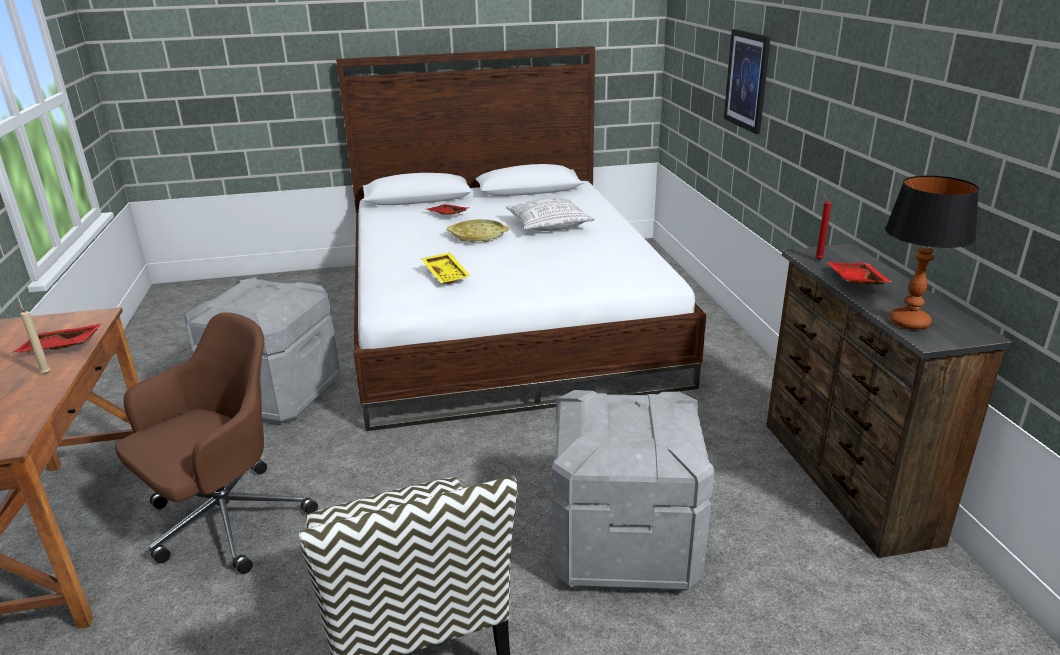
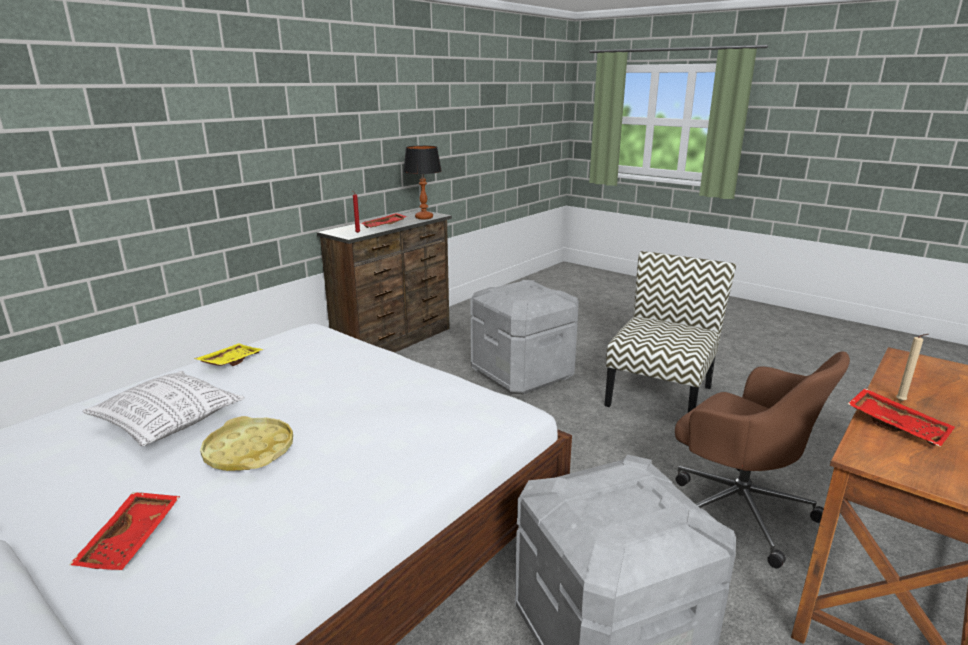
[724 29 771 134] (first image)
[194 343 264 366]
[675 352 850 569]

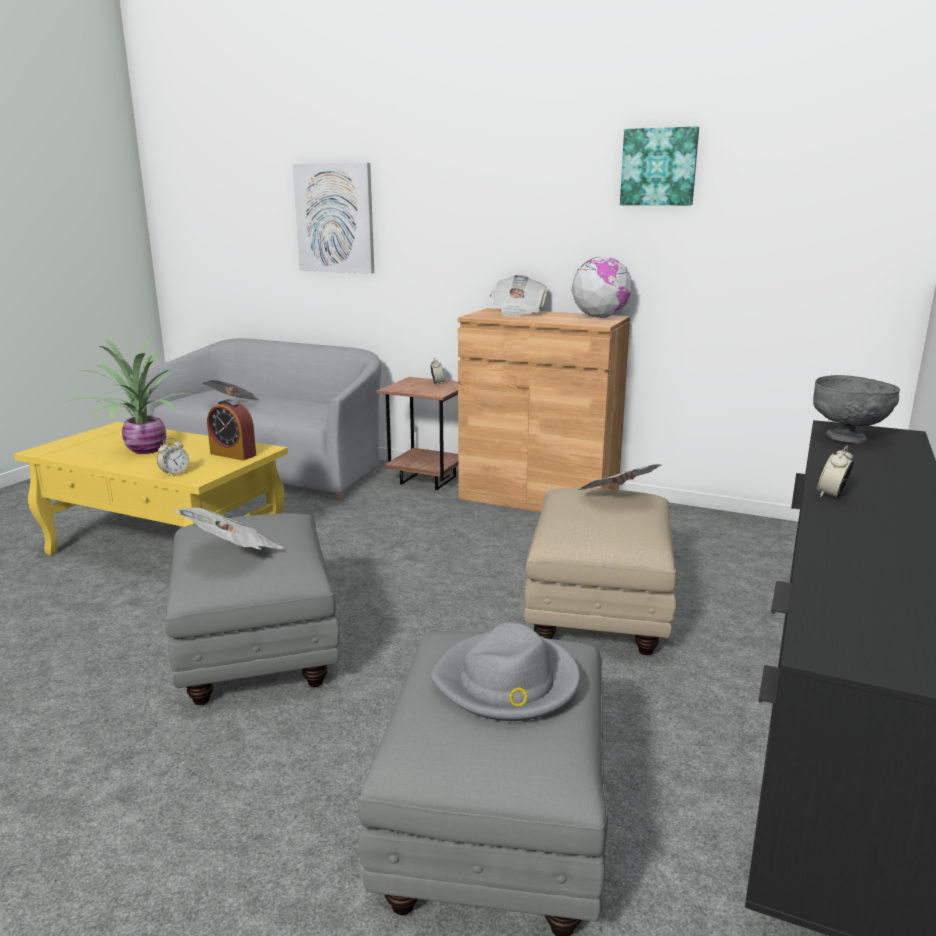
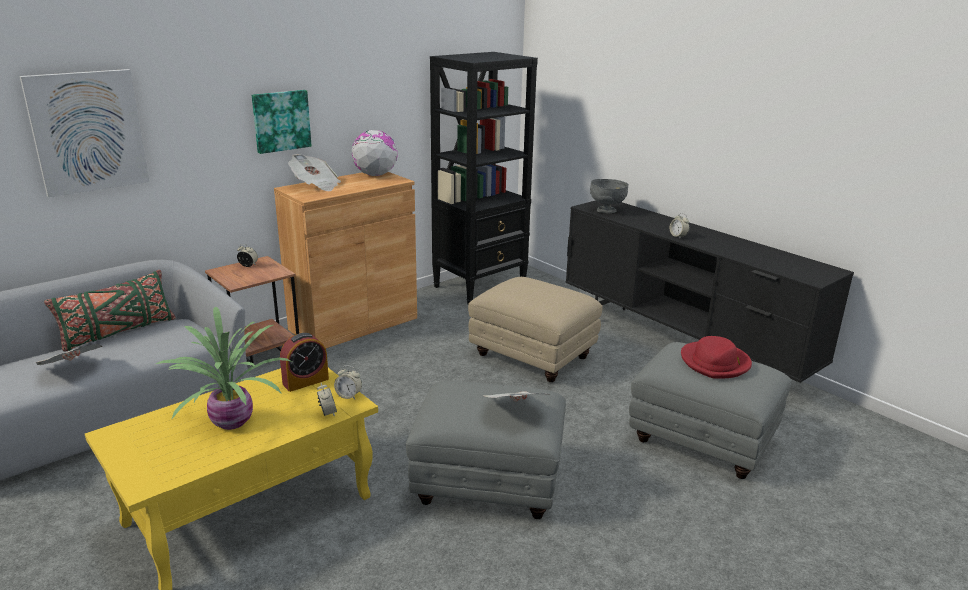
[578 464 662 490] (first image)
[44 270 176 352]
[334 366 362 399]
[430 52 538 304]
[252 90 312 154]
[681 336 752 379]

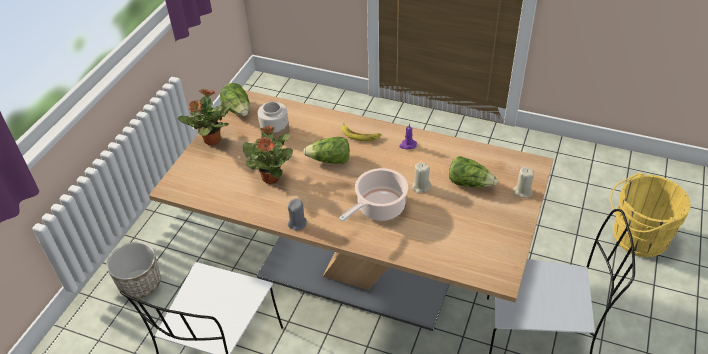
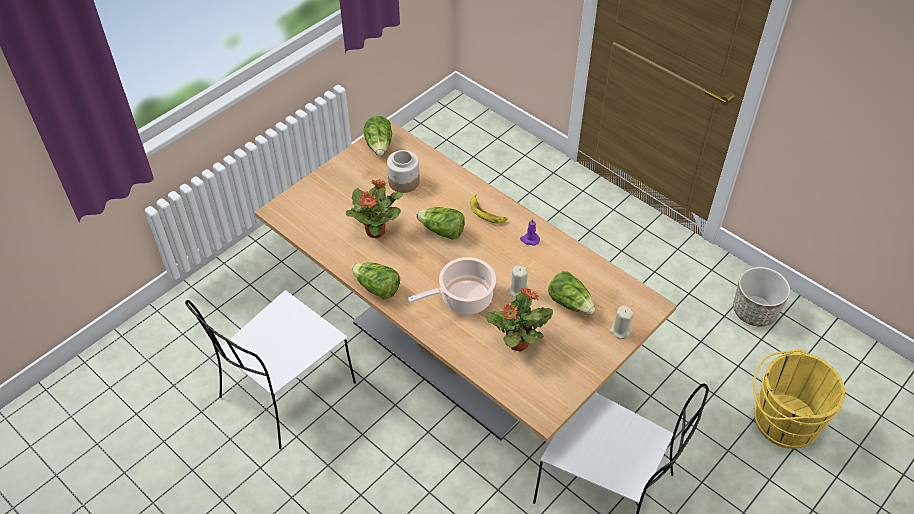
[733 267 790 327]
[486 288 553 351]
[351 263 400 299]

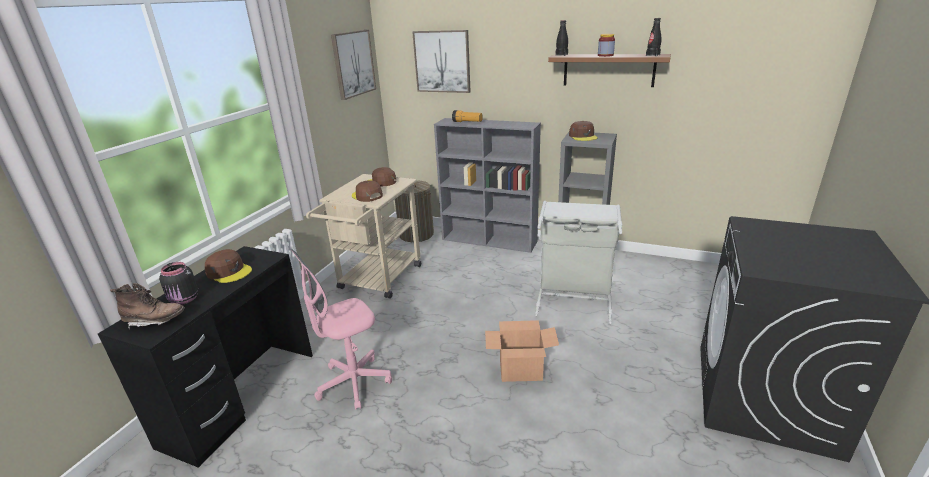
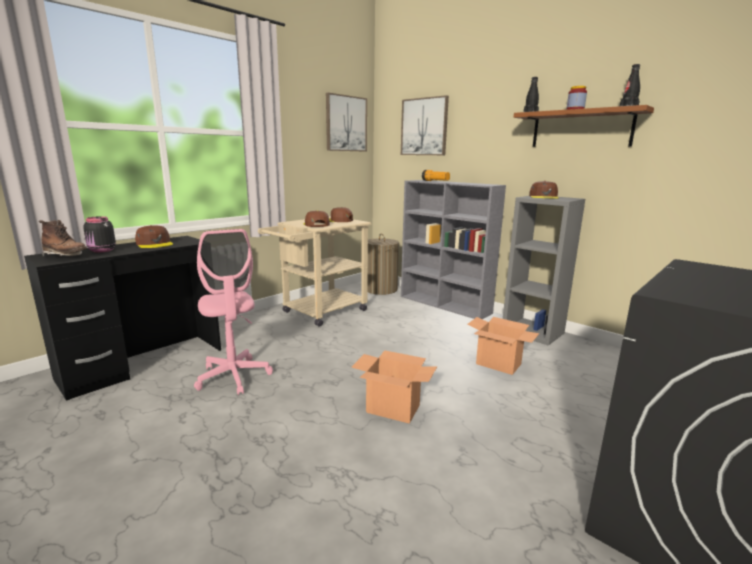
[467 317 539 375]
[194 229 273 395]

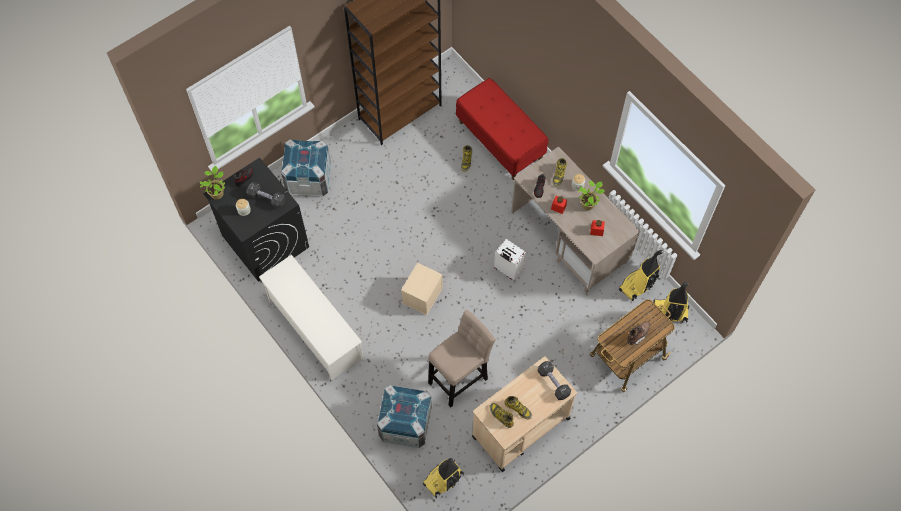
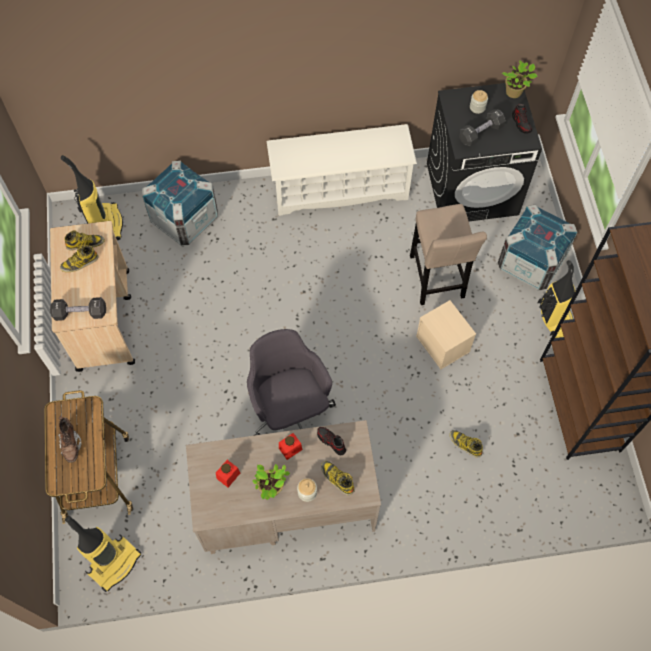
[456 78 548 180] (first image)
[416 300 476 369]
[410 204 487 305]
[538 260 575 338]
[247 329 336 436]

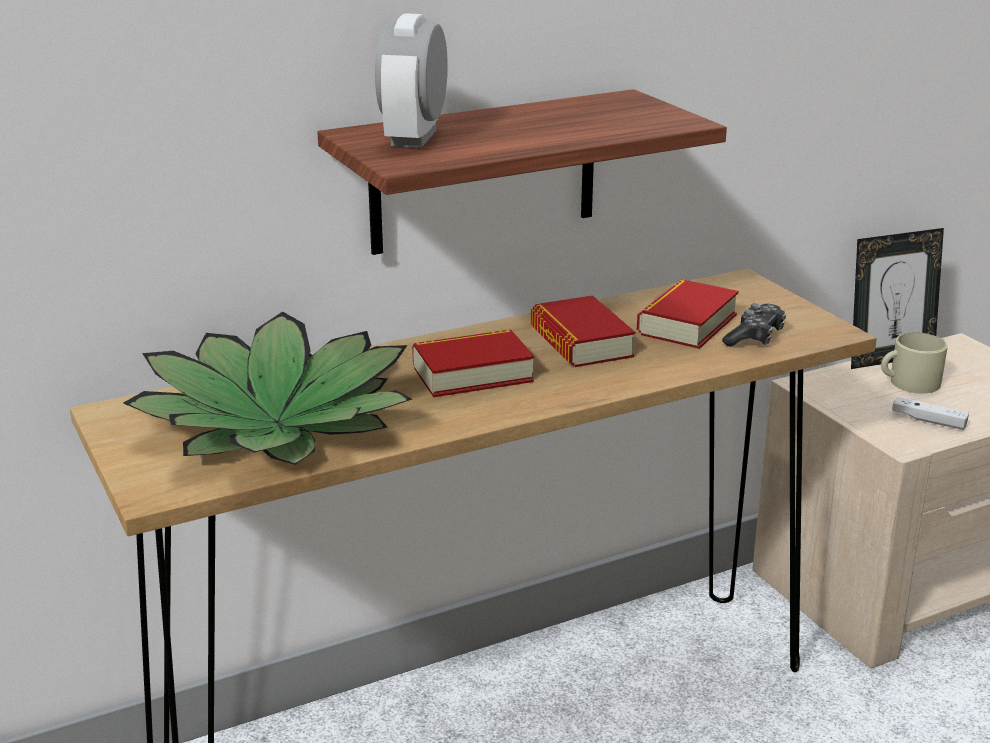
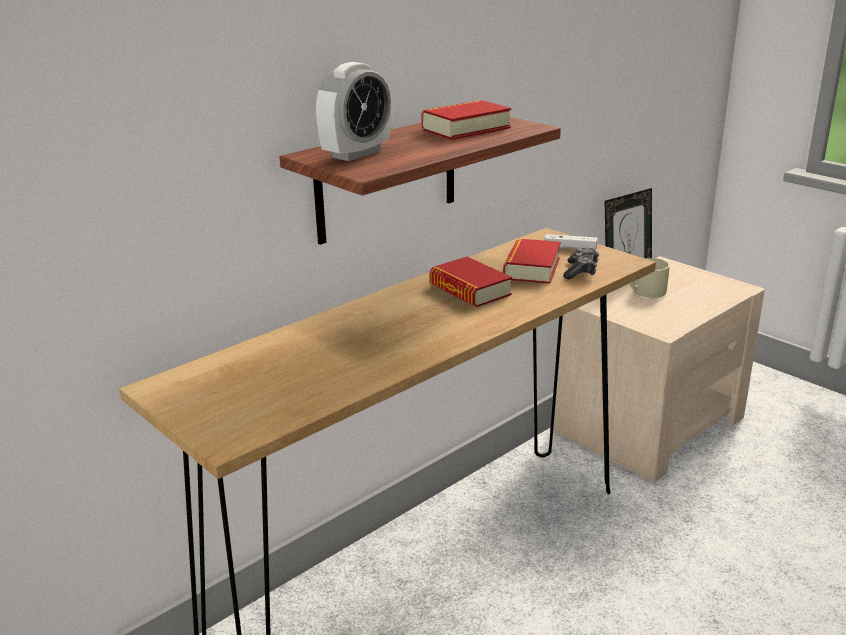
[123 312 412 465] (first image)
[421 100 511 140]
[544 234 598 250]
[316 62 391 161]

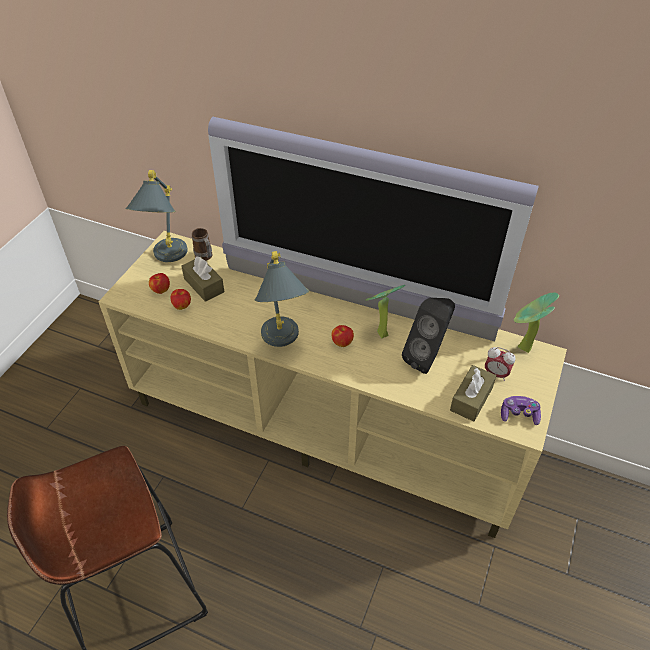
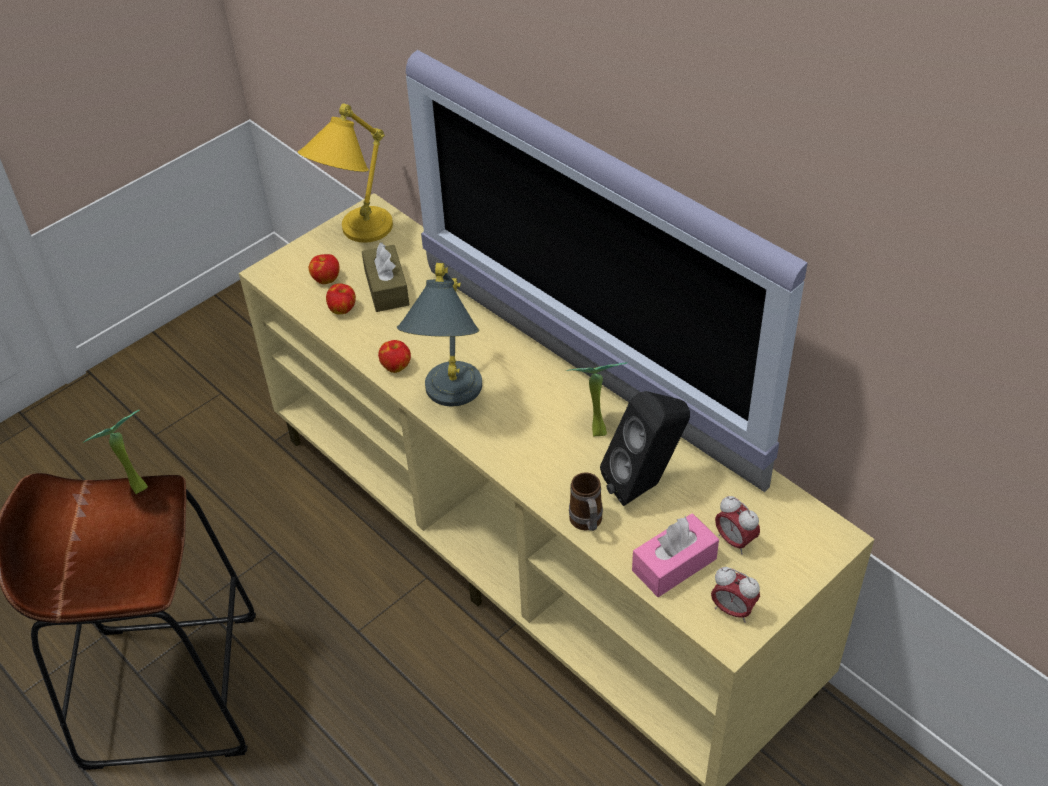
[569 472 603 531]
[378 340 411 373]
[82 410 148 494]
[711 567 760 623]
[298 103 393 243]
[632 513 719 597]

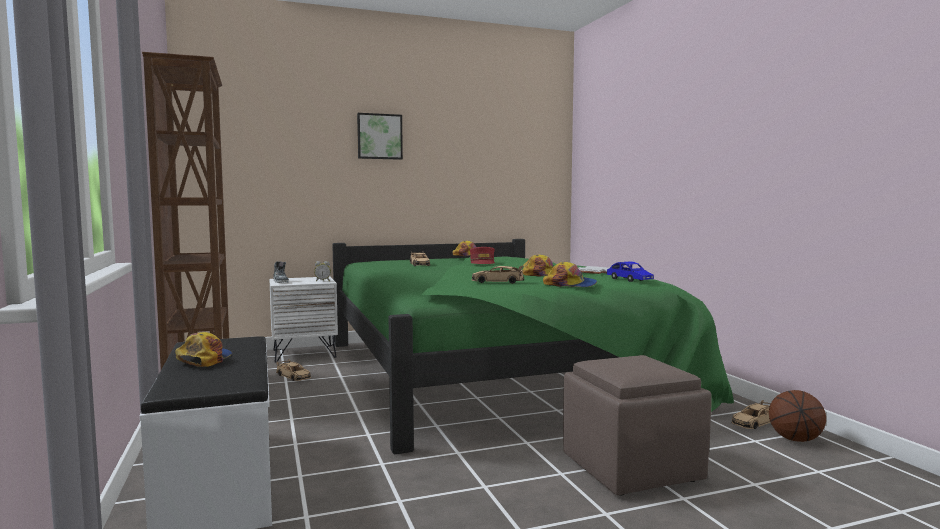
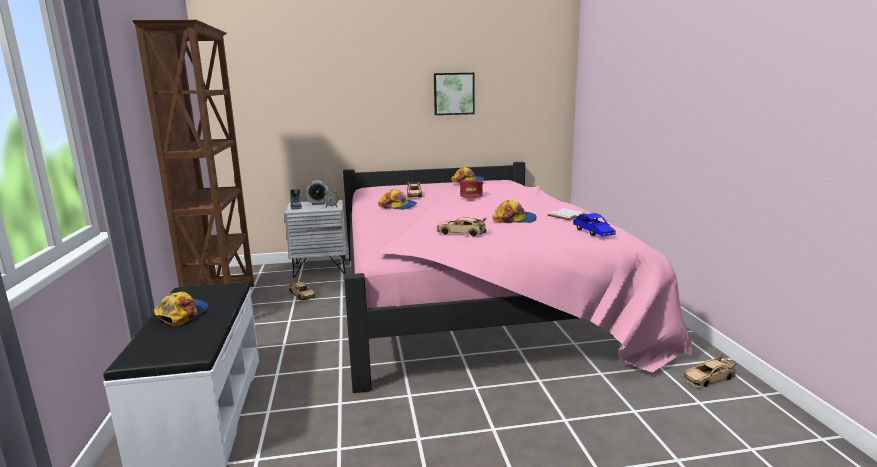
[563 355 712 495] (first image)
[769 390 826 442] (first image)
[307 180 328 205]
[434 73 475 115]
[378 189 417 210]
[343 162 693 393]

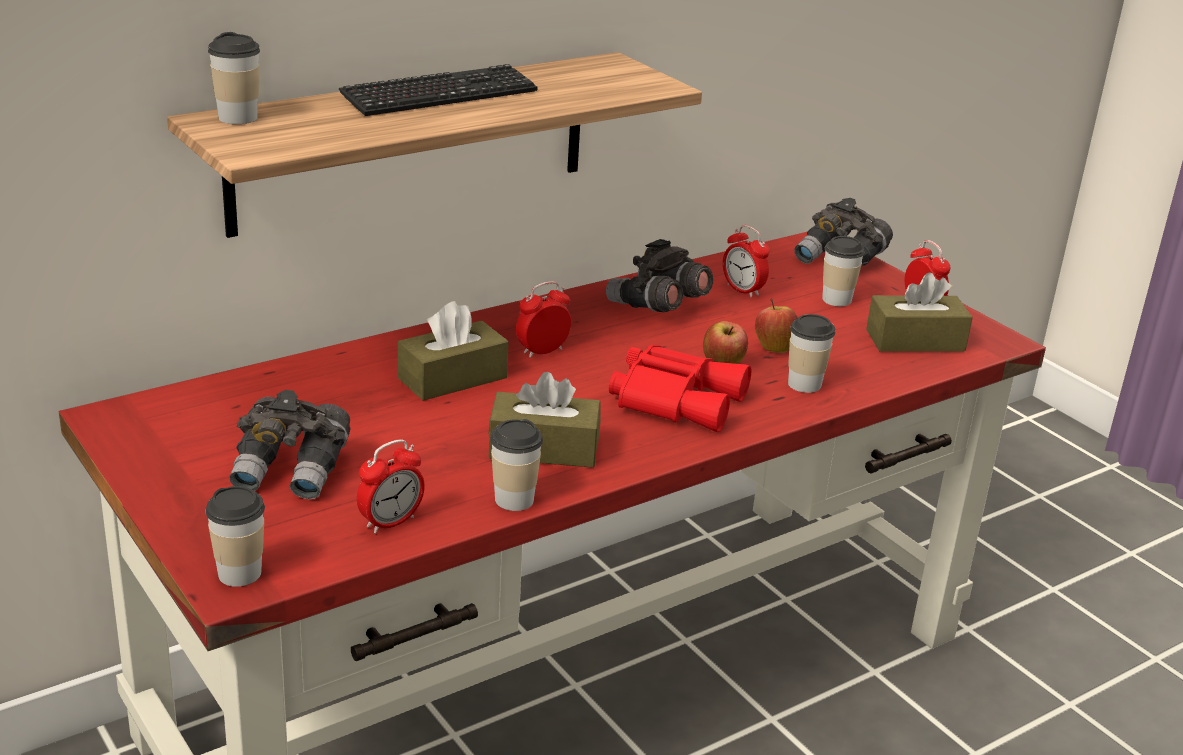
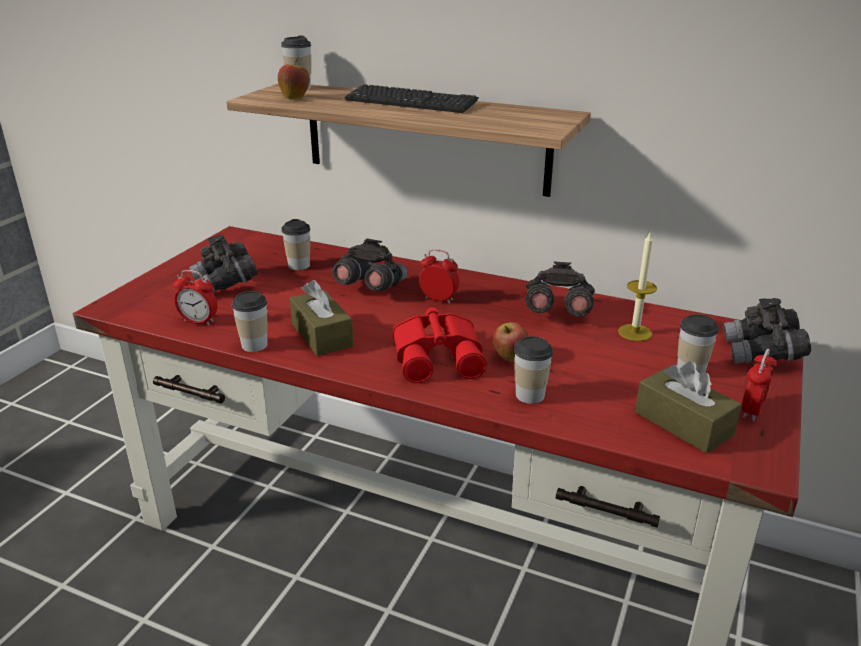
[282 219 310 270]
[278 59 310 99]
[332 239 407 291]
[618 233 657 341]

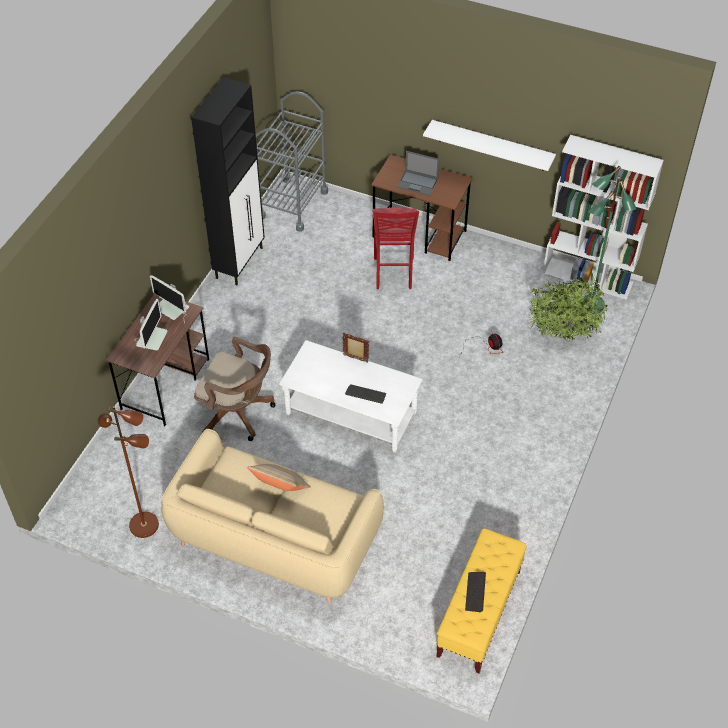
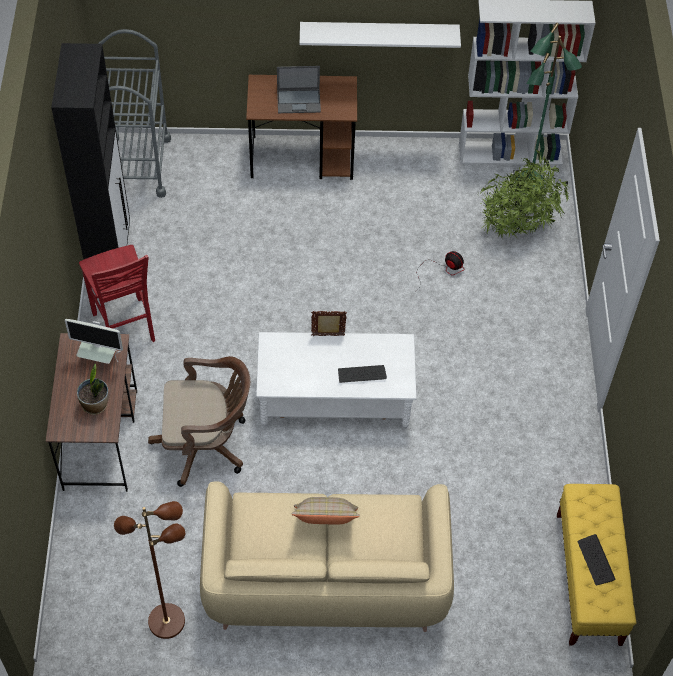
[79 245 155 342]
[77 364 109 415]

